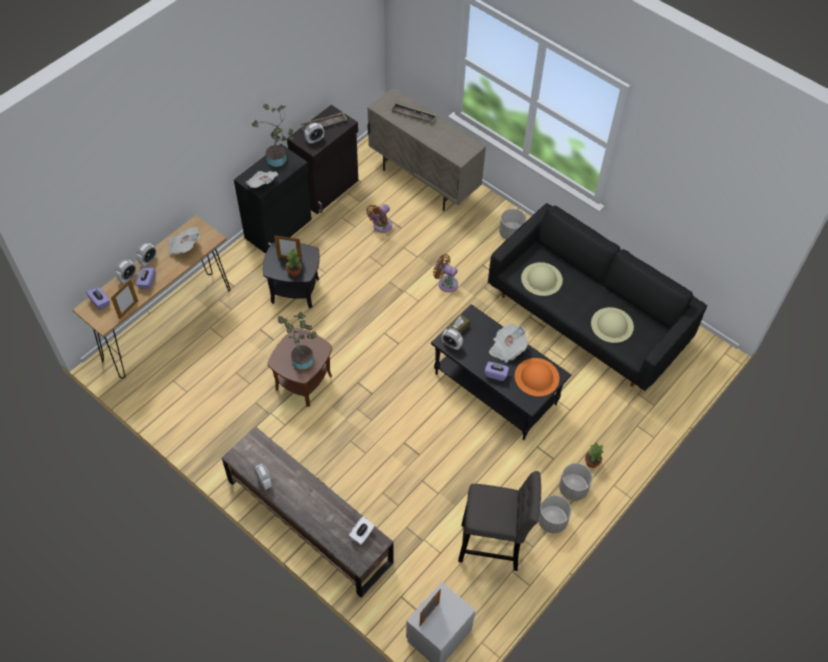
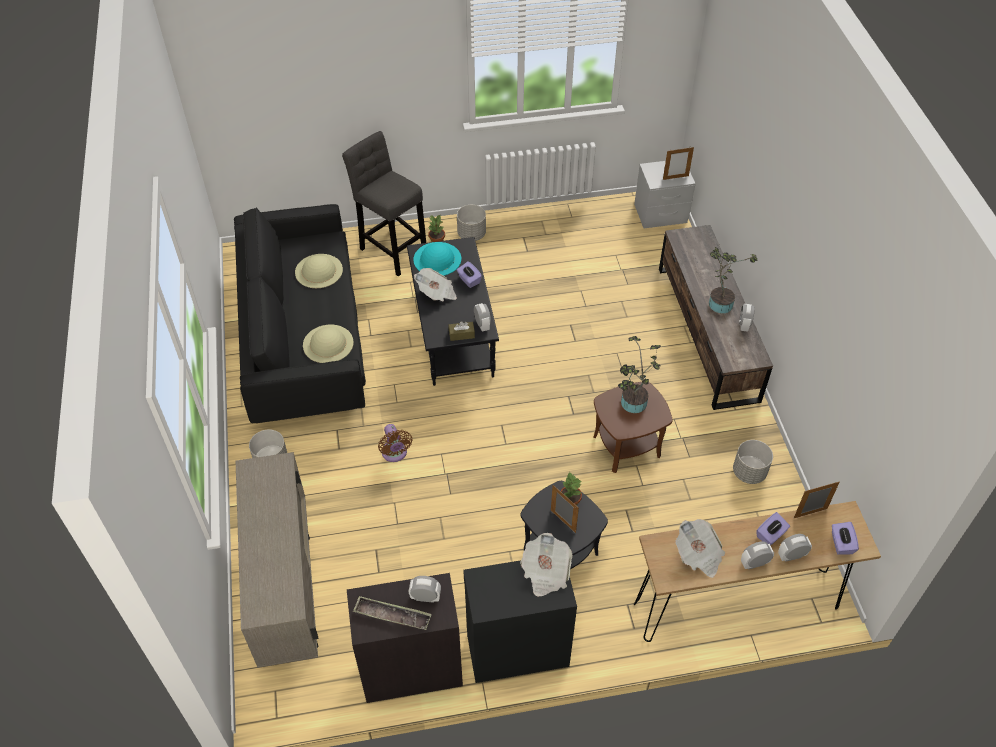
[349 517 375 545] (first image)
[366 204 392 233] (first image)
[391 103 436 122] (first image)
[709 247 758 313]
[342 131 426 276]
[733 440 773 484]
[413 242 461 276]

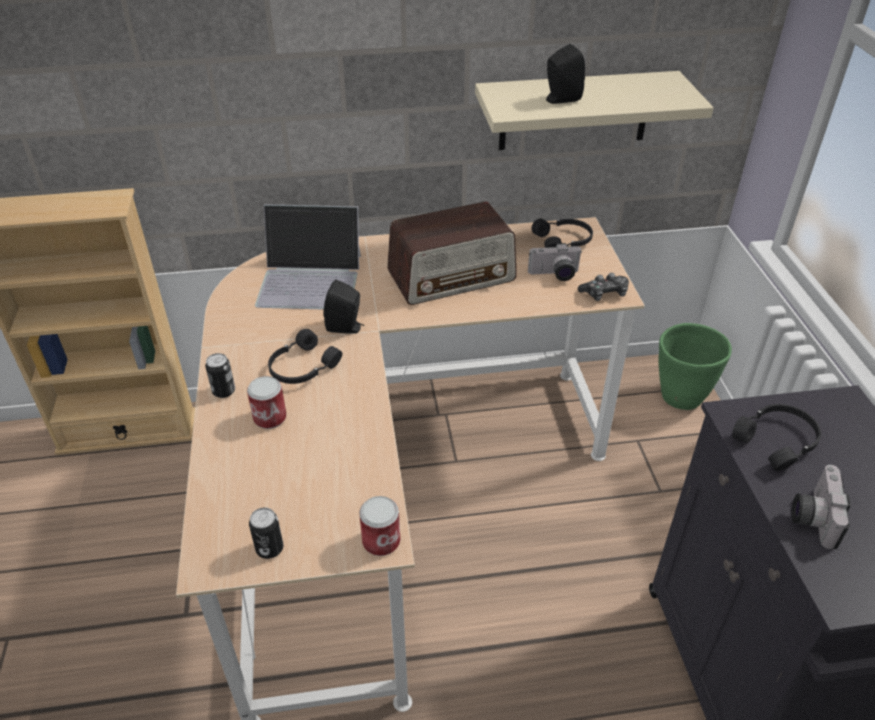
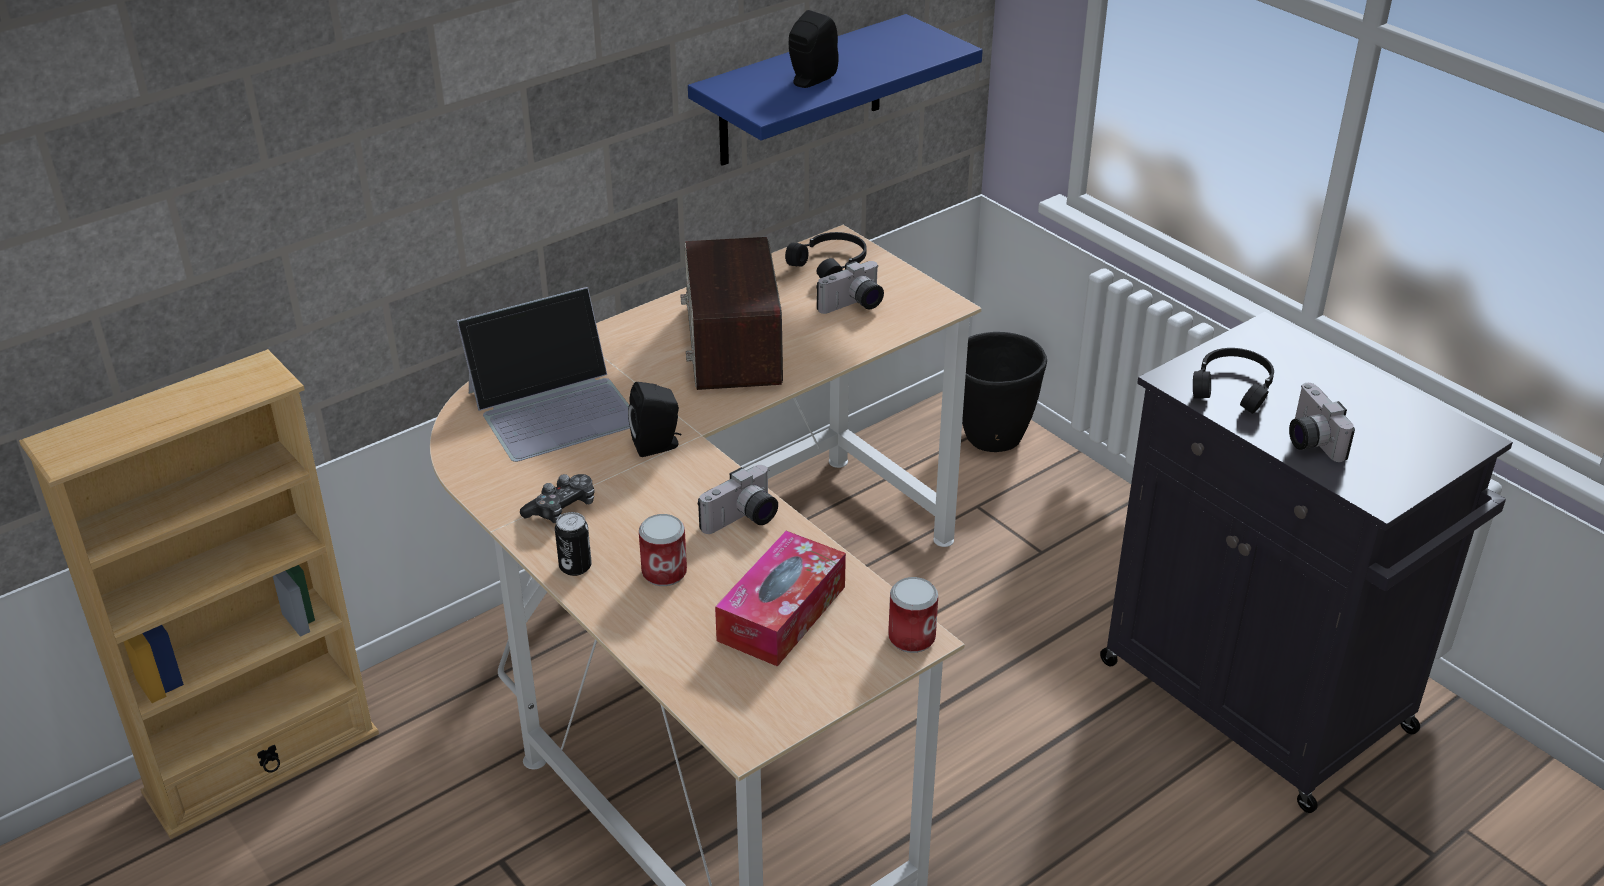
[249 507 283 559] (first image)
[268 329 342 384] (first image)
[698 465 778 534]
[715 531 846 667]
[520 474 595 523]
[688 14 983 166]
[962 332 1047 452]
[680 237 783 390]

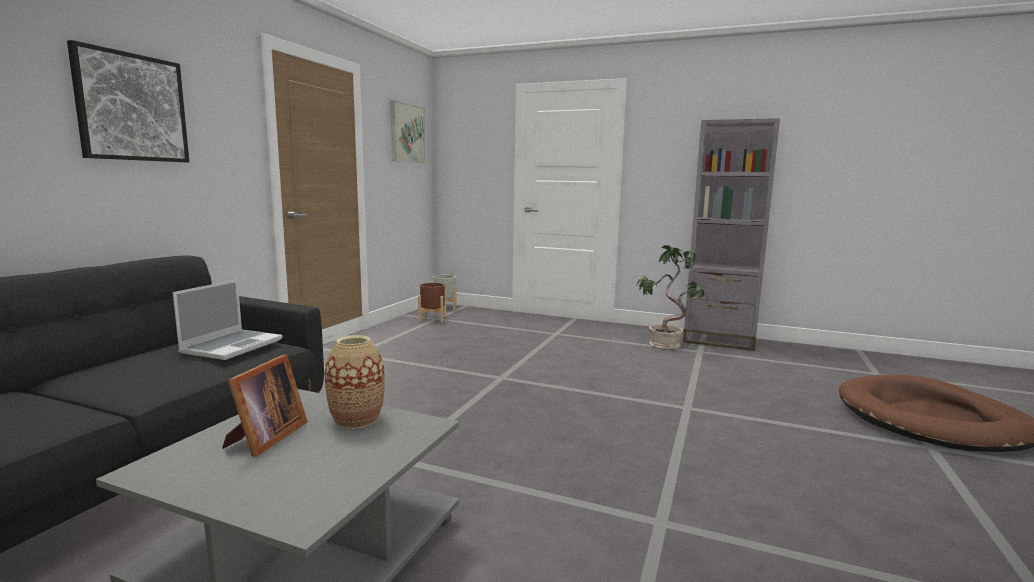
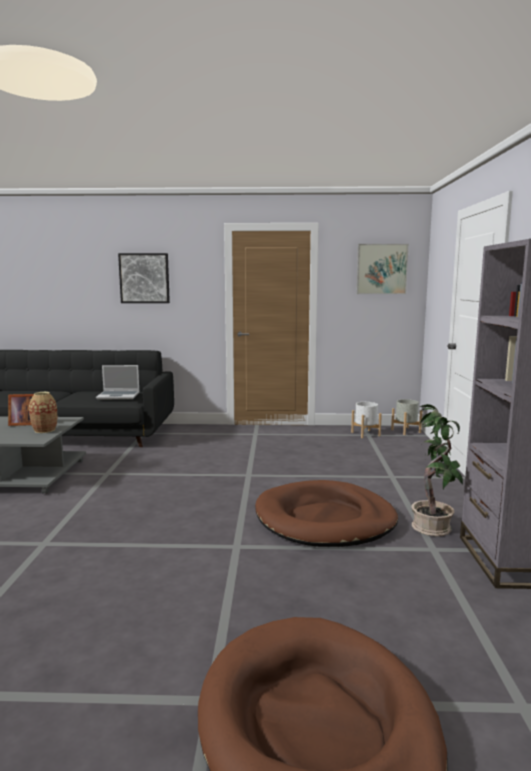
[255 480 398 547]
[351 402 382 438]

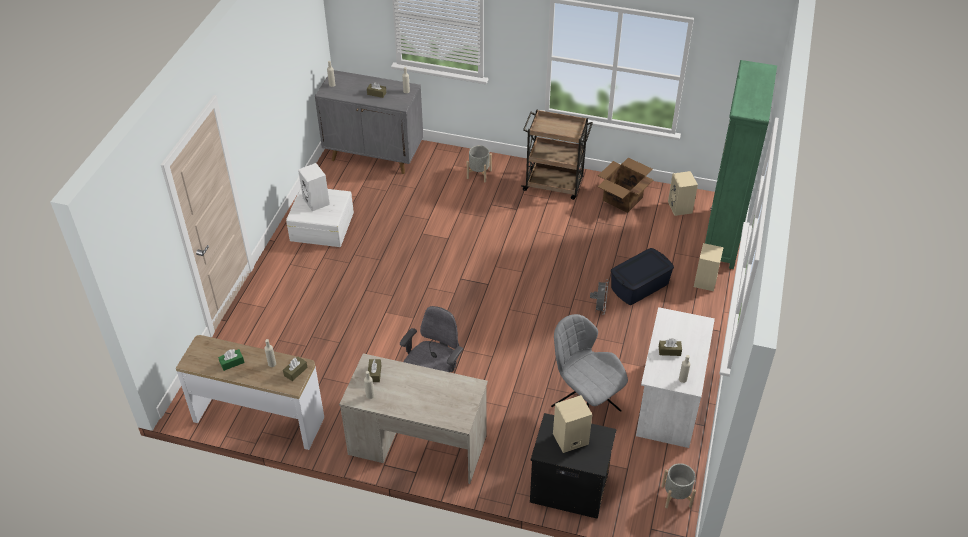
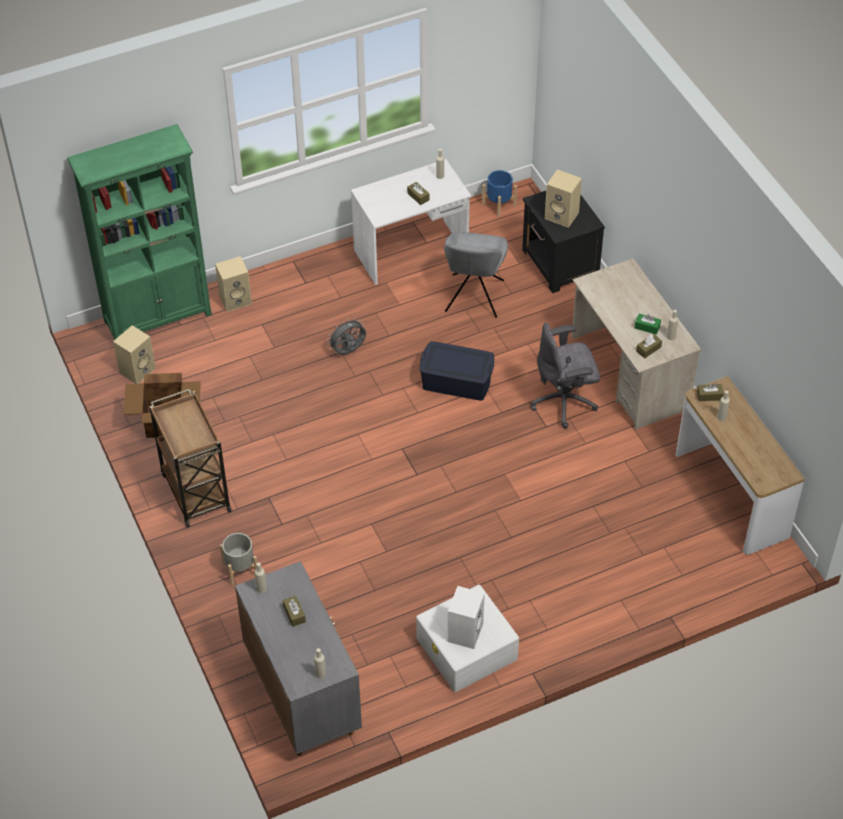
[635 314 661 335]
[420 341 494 401]
[482 170 517 217]

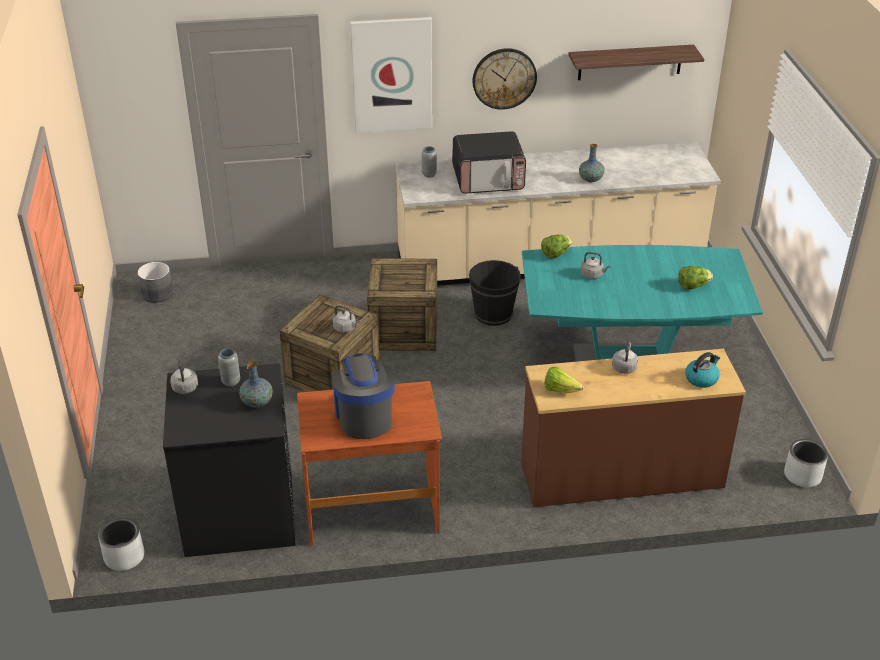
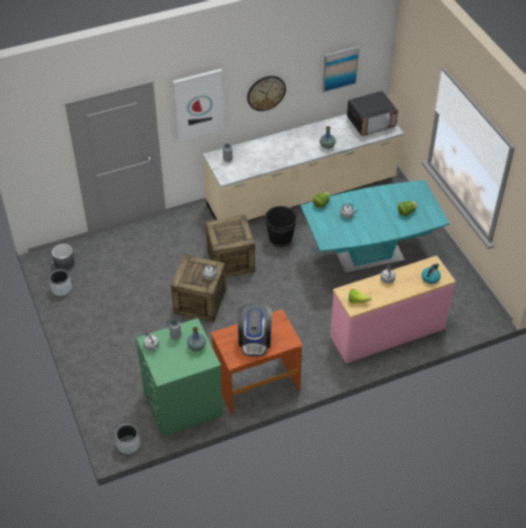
[347 91 398 136]
[49 269 72 296]
[322 46 359 93]
[136 318 223 437]
[330 255 456 363]
[237 303 272 356]

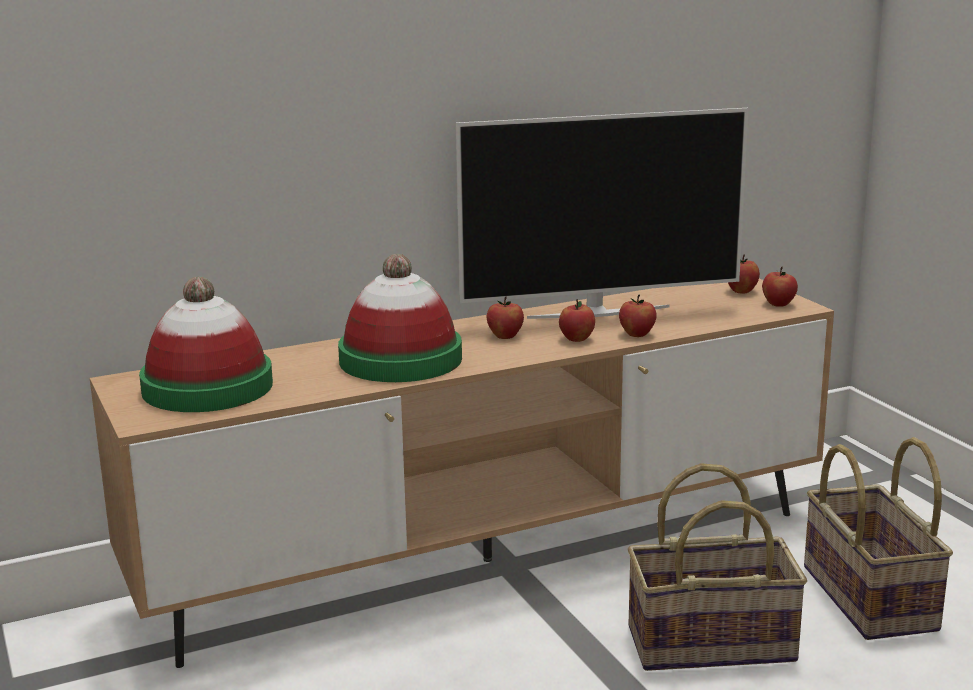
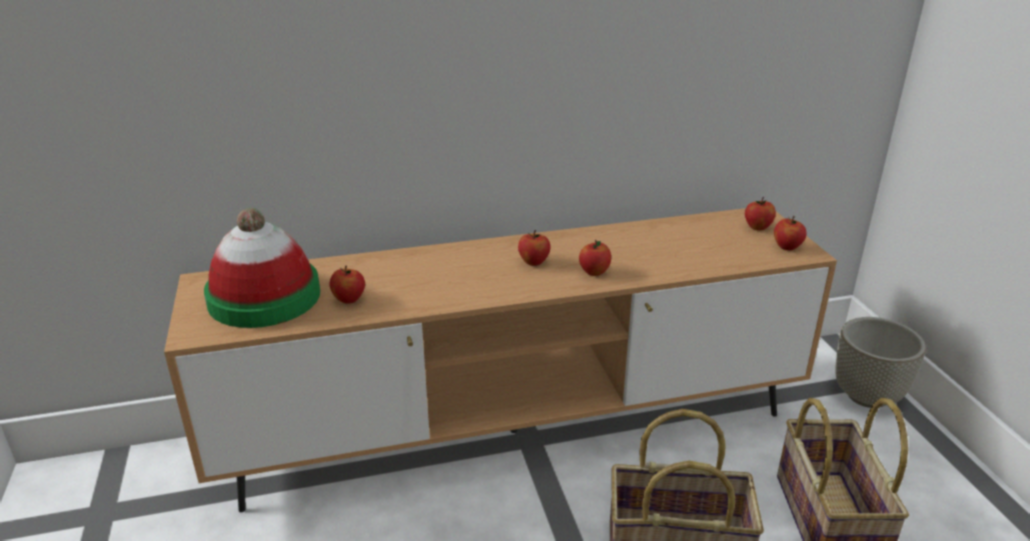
[338 254 462 382] (first image)
[455 108 748 319] (first image)
[835 317 926 408]
[330 265 365 304]

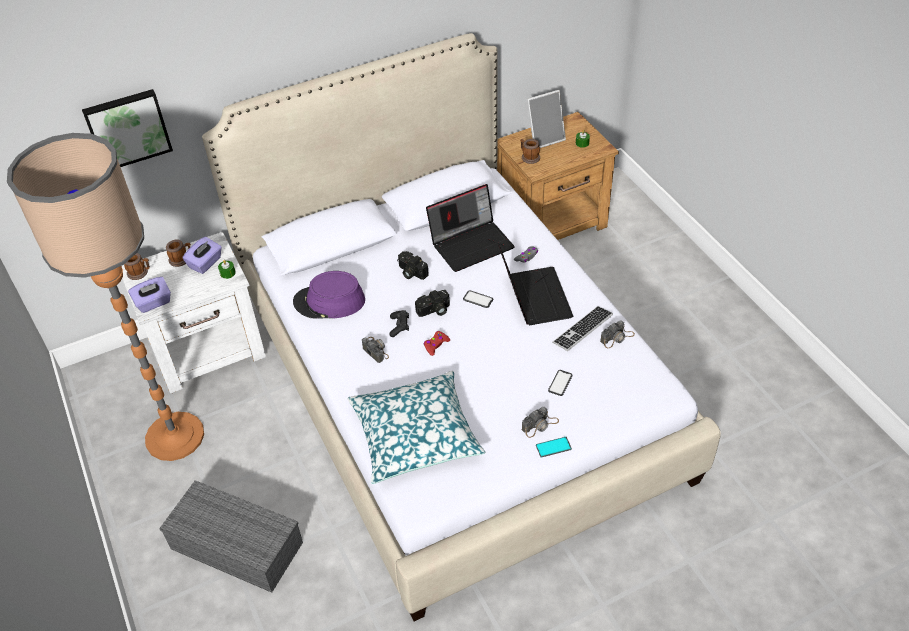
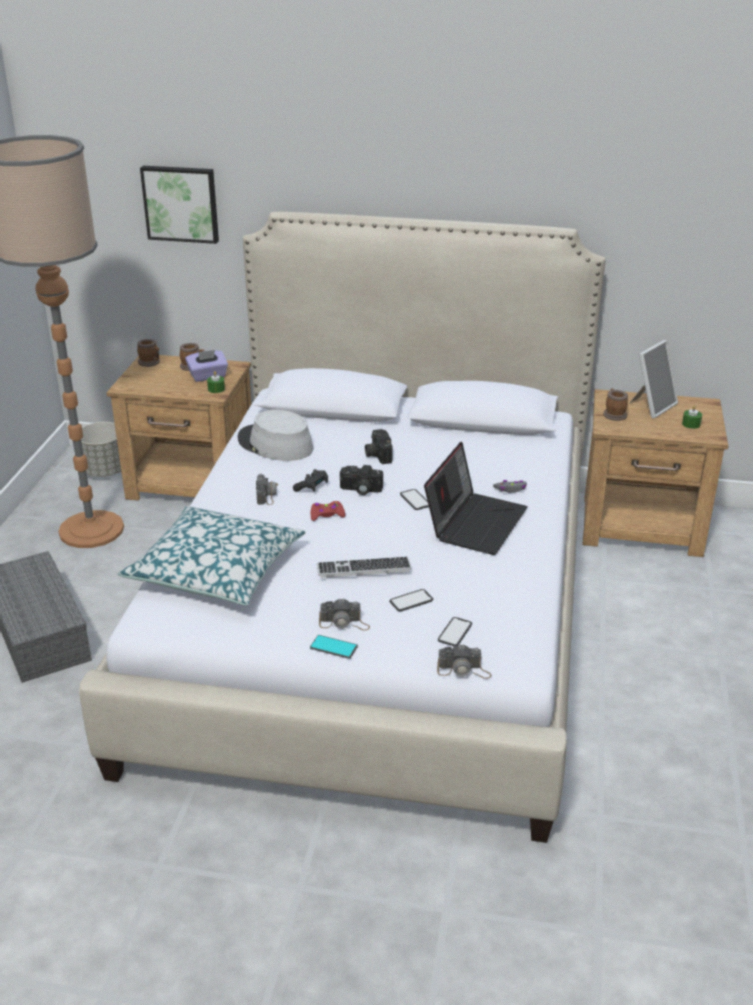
[128 277 171 313] (first image)
[426 184 515 272] (first image)
[81 422 121 477]
[438 617 472 647]
[317 557 412 578]
[437 645 491 679]
[106 355 251 501]
[238 410 313 461]
[629 340 678 418]

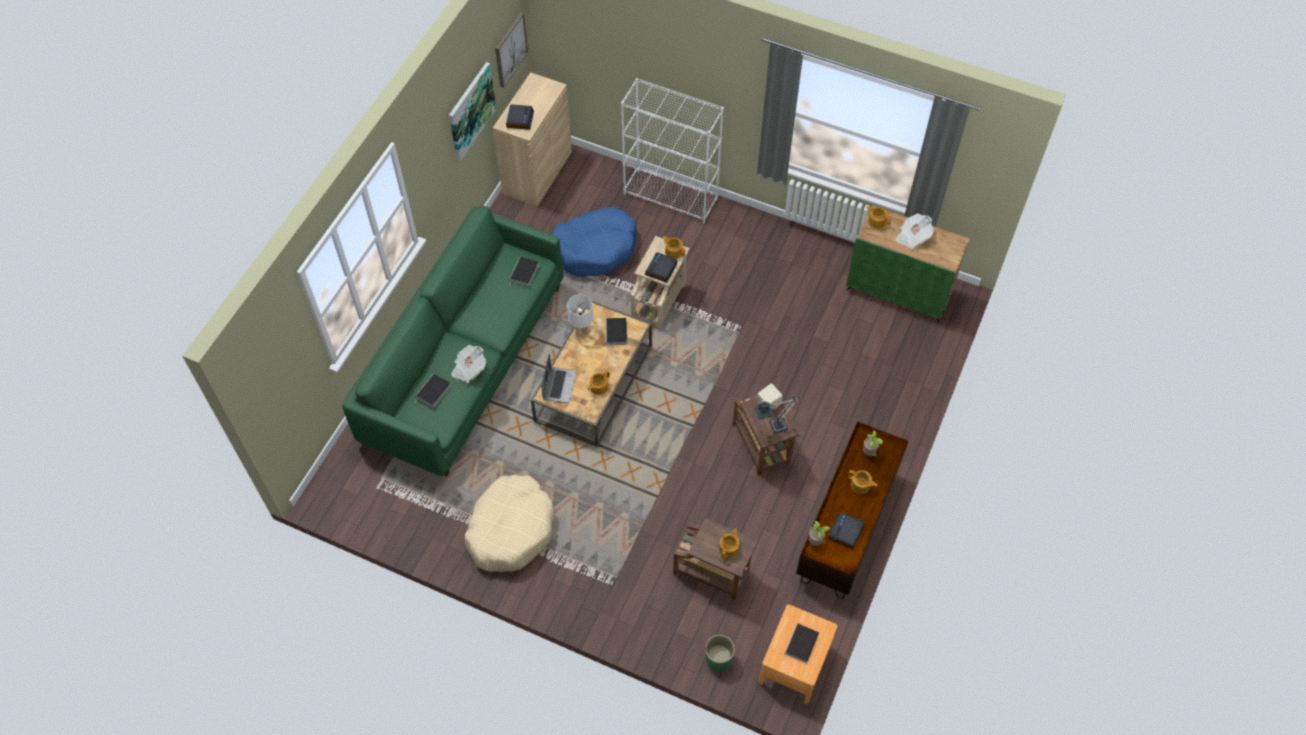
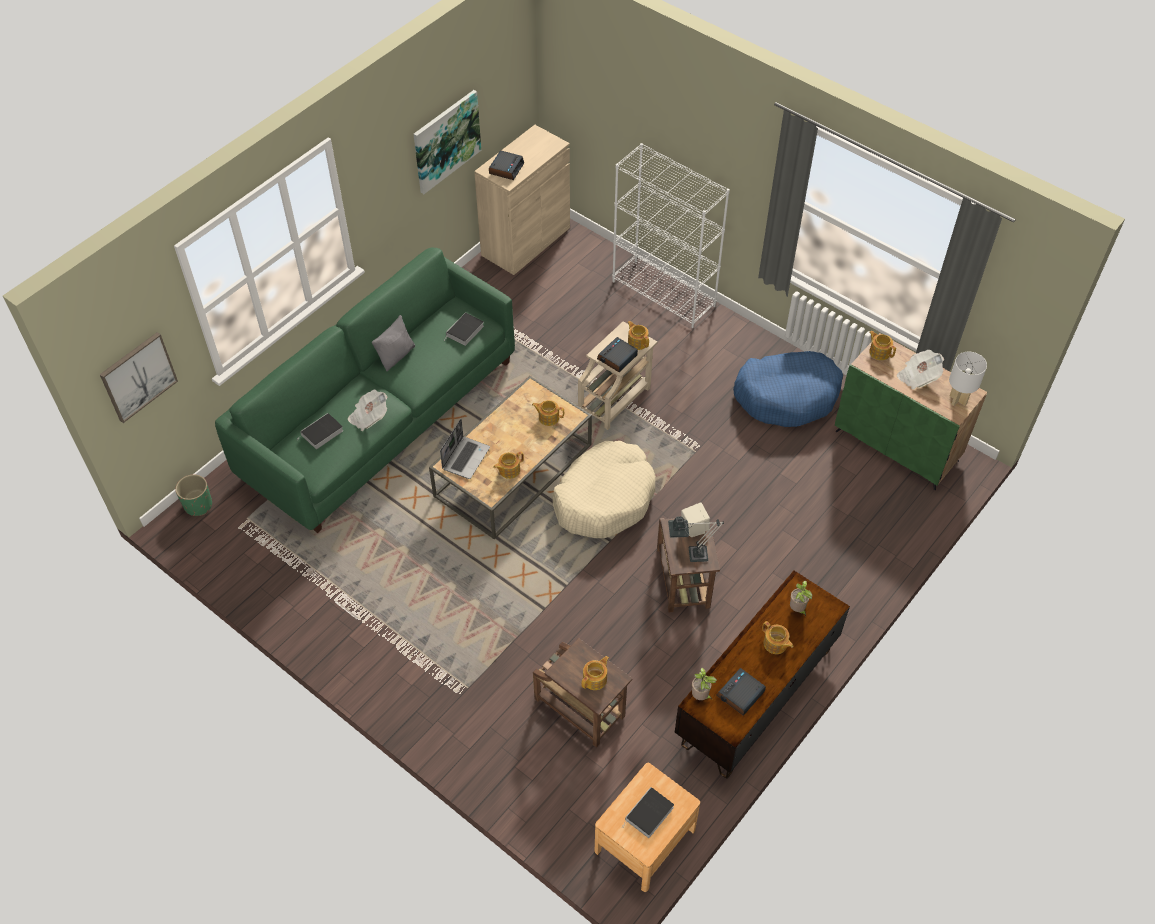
[372 315 415 371]
[553 441 656 538]
[100 332 178 423]
[733 351 843 427]
[949 351 987 406]
[175 475 212 516]
[532 400 564 426]

